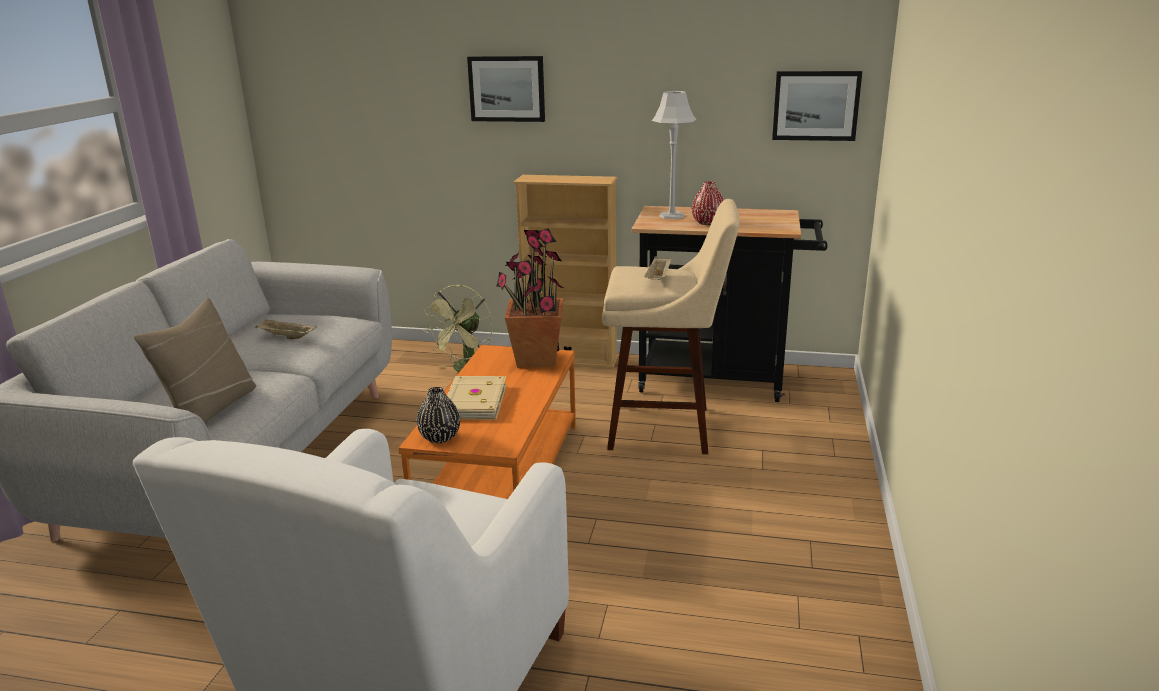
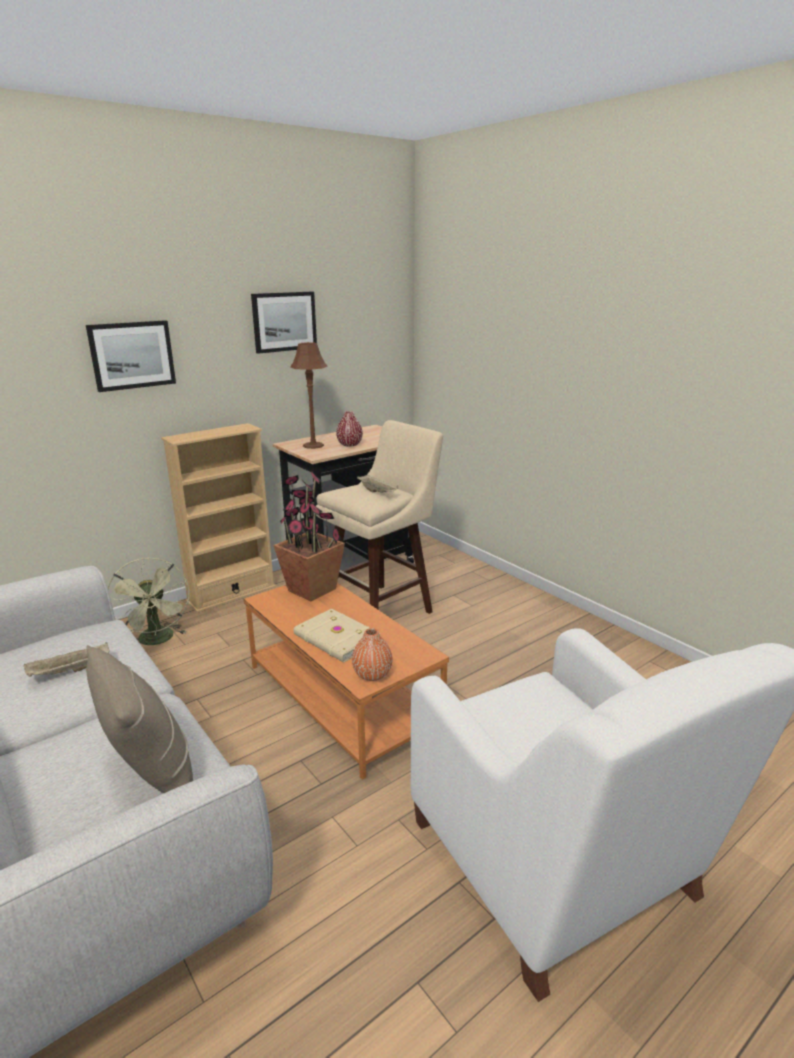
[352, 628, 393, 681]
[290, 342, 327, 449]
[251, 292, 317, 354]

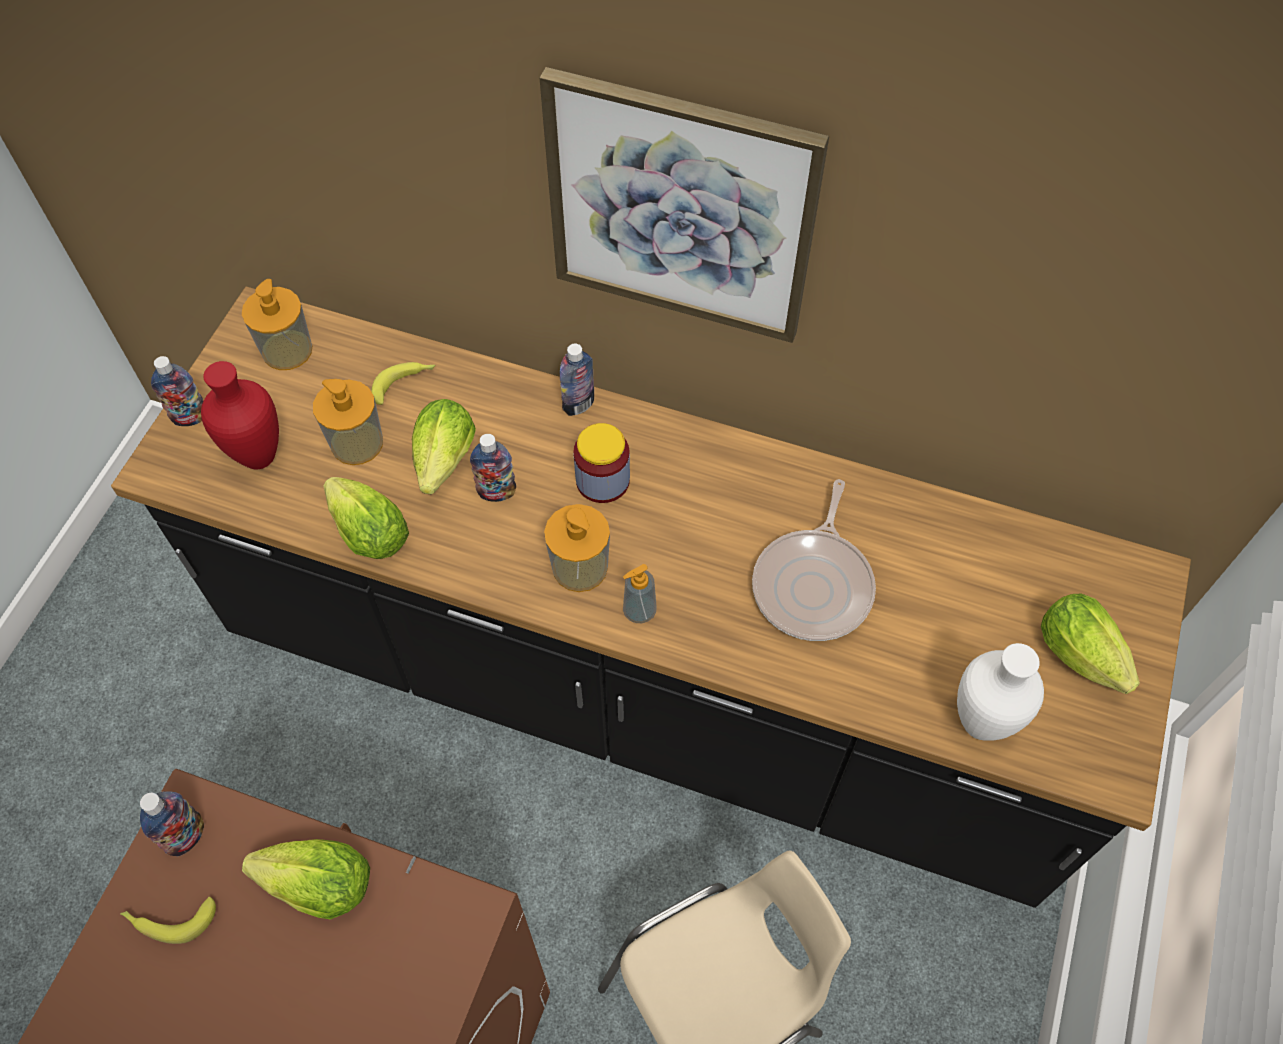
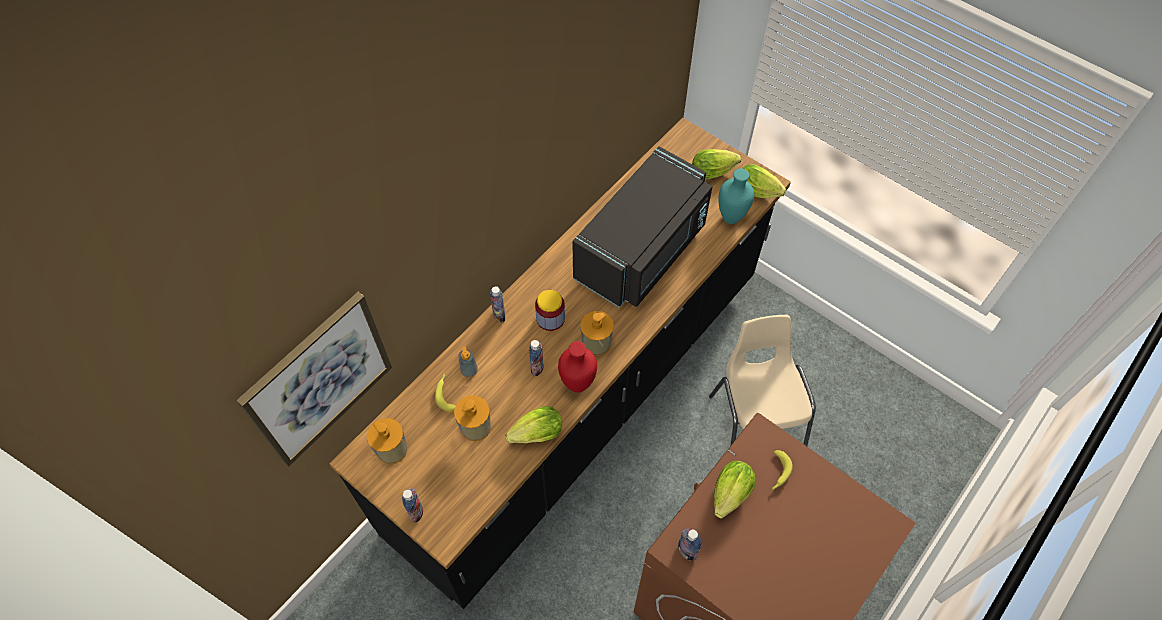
[772, 450, 793, 491]
[558, 341, 597, 393]
[742, 164, 786, 198]
[236, 292, 392, 467]
[458, 346, 478, 377]
[572, 146, 713, 308]
[718, 169, 754, 224]

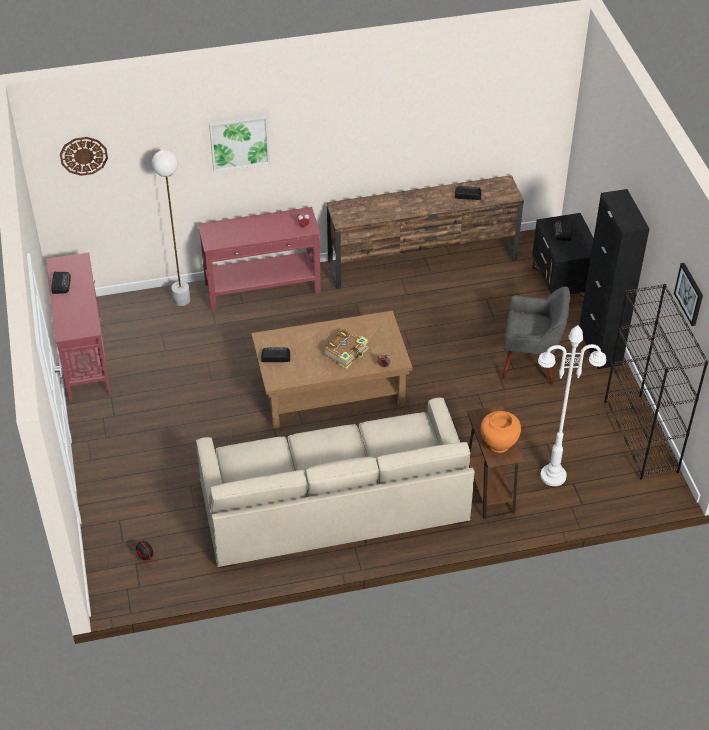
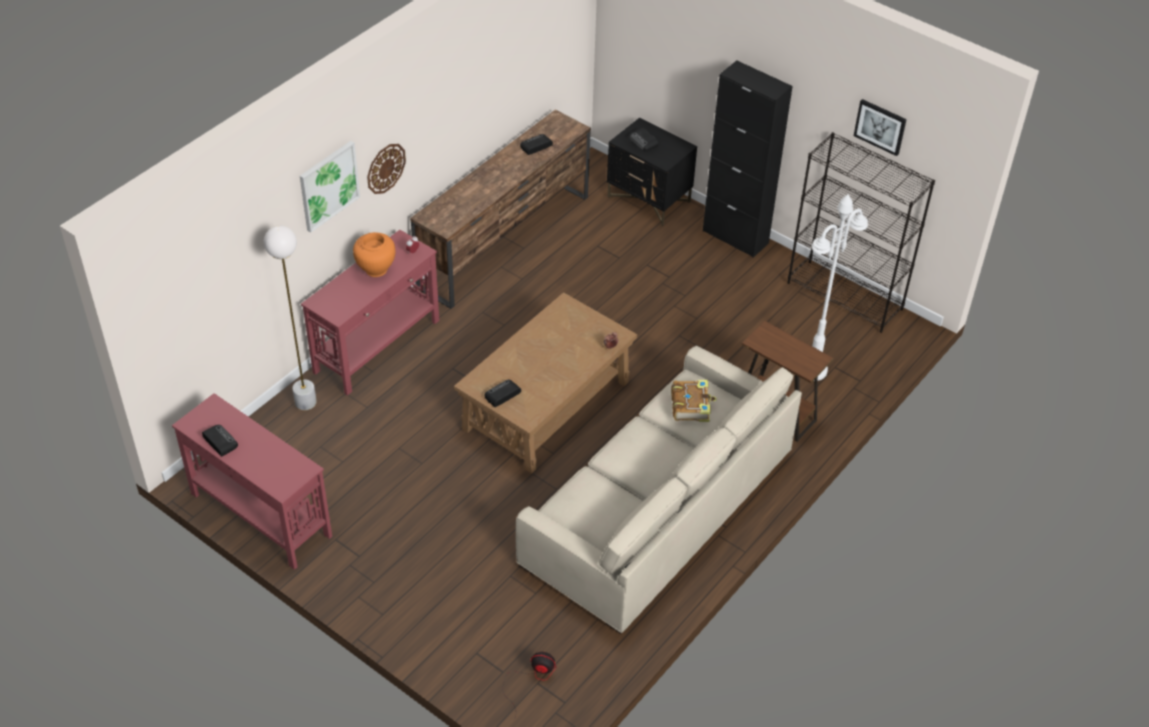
[367, 144, 406, 194]
[671, 380, 717, 422]
[353, 232, 396, 277]
[501, 286, 570, 385] (first image)

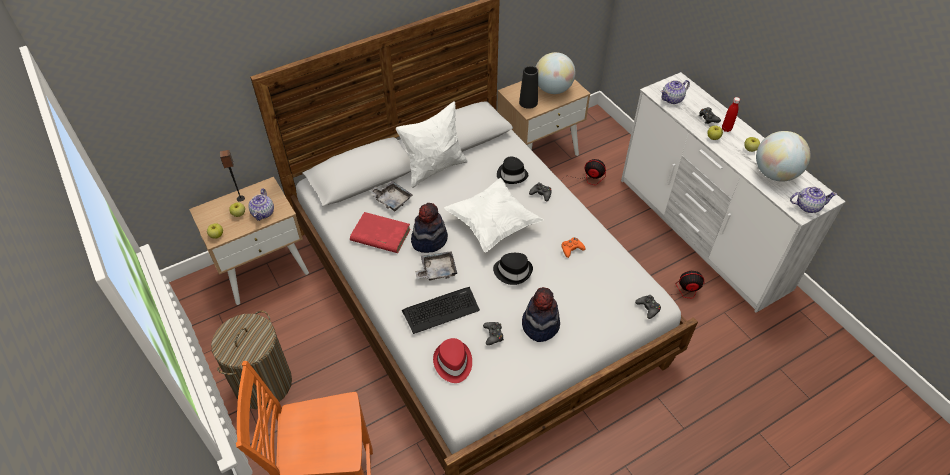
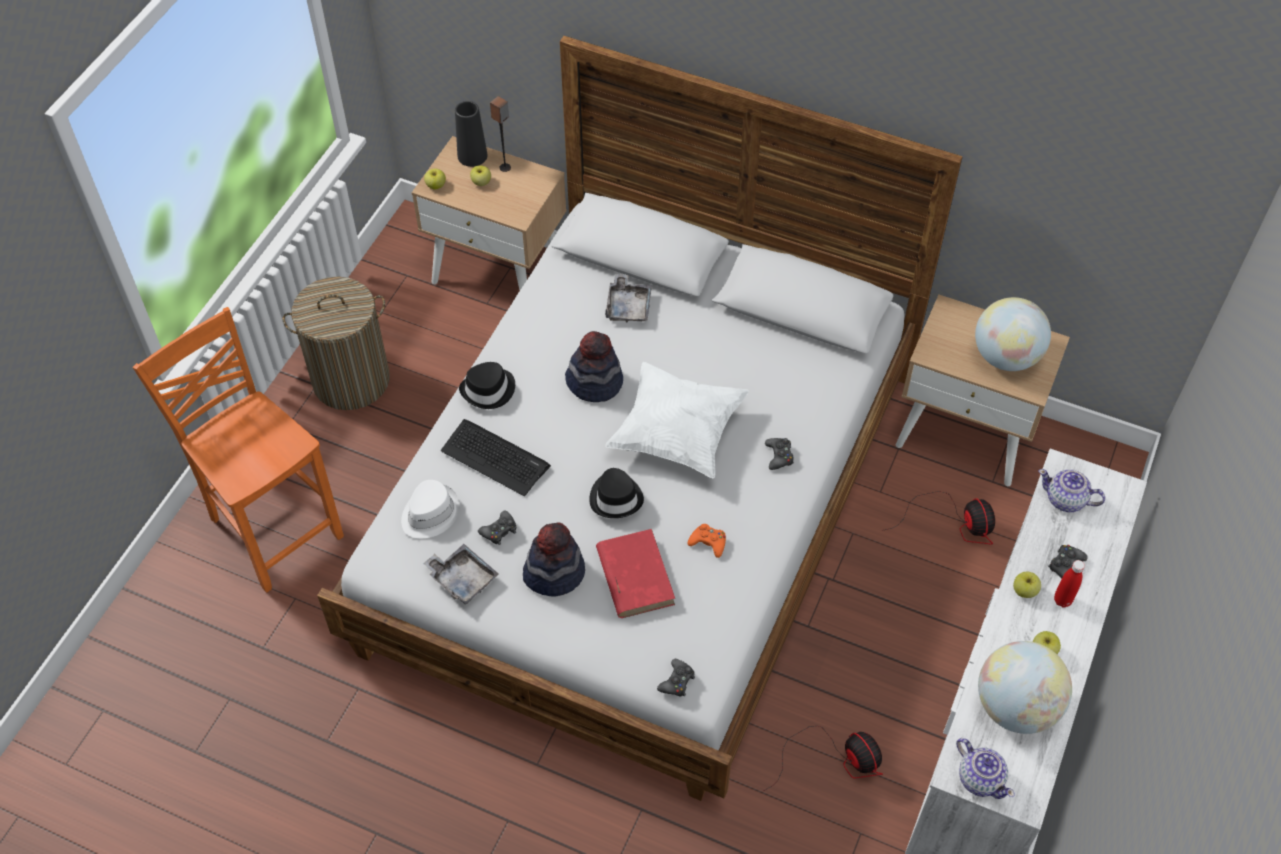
[248, 188, 274, 221] (first image)
[596, 529, 675, 618]
[396, 101, 468, 188] (first image)
[423, 544, 499, 604]
[401, 480, 460, 538]
[459, 362, 515, 409]
[455, 101, 488, 167]

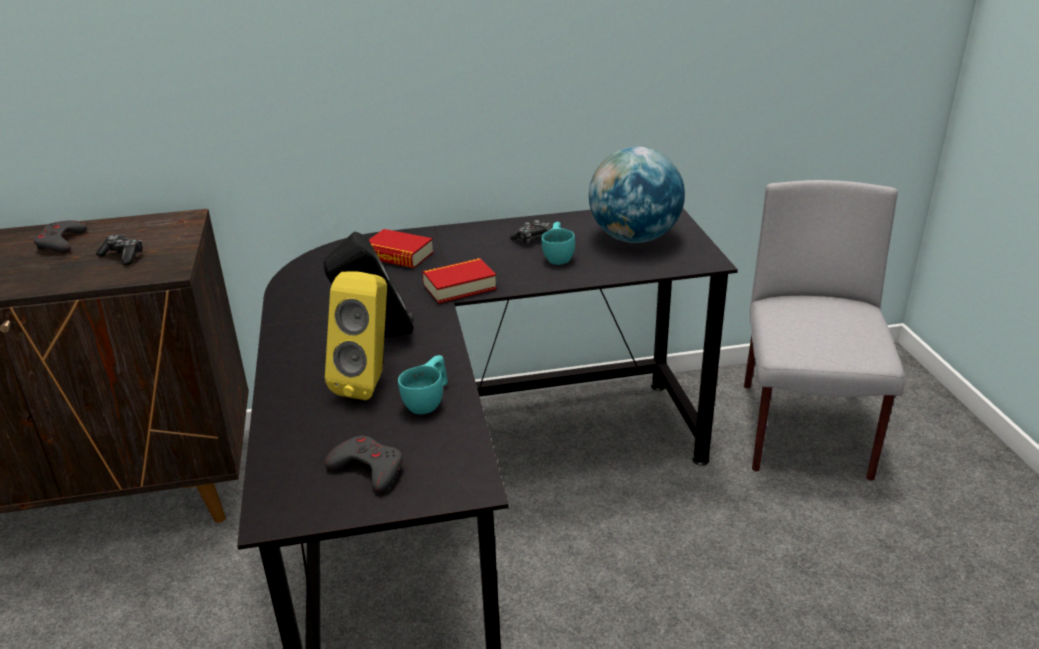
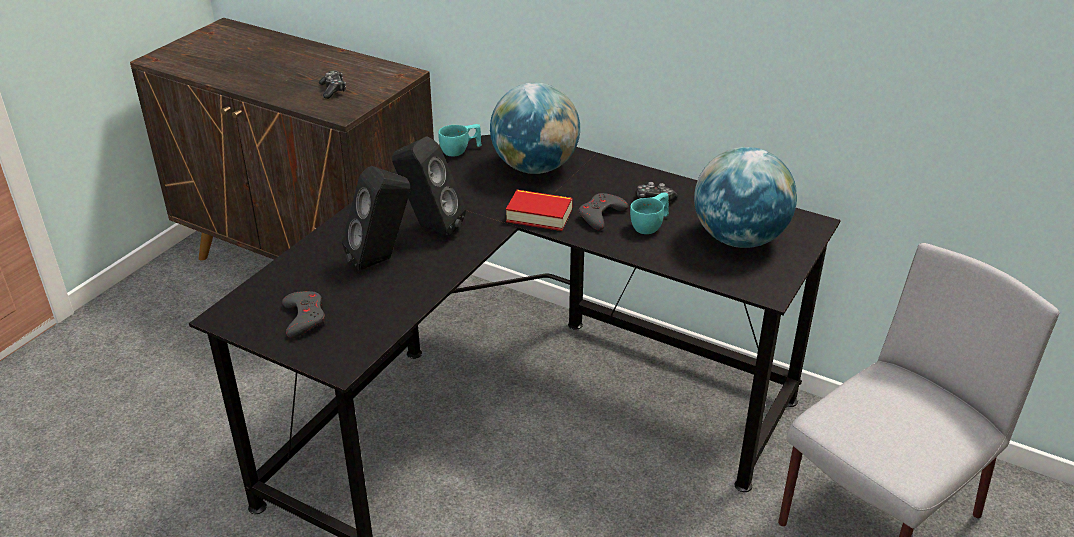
[579, 193, 629, 230]
[342, 166, 410, 271]
[490, 83, 580, 174]
[438, 124, 482, 156]

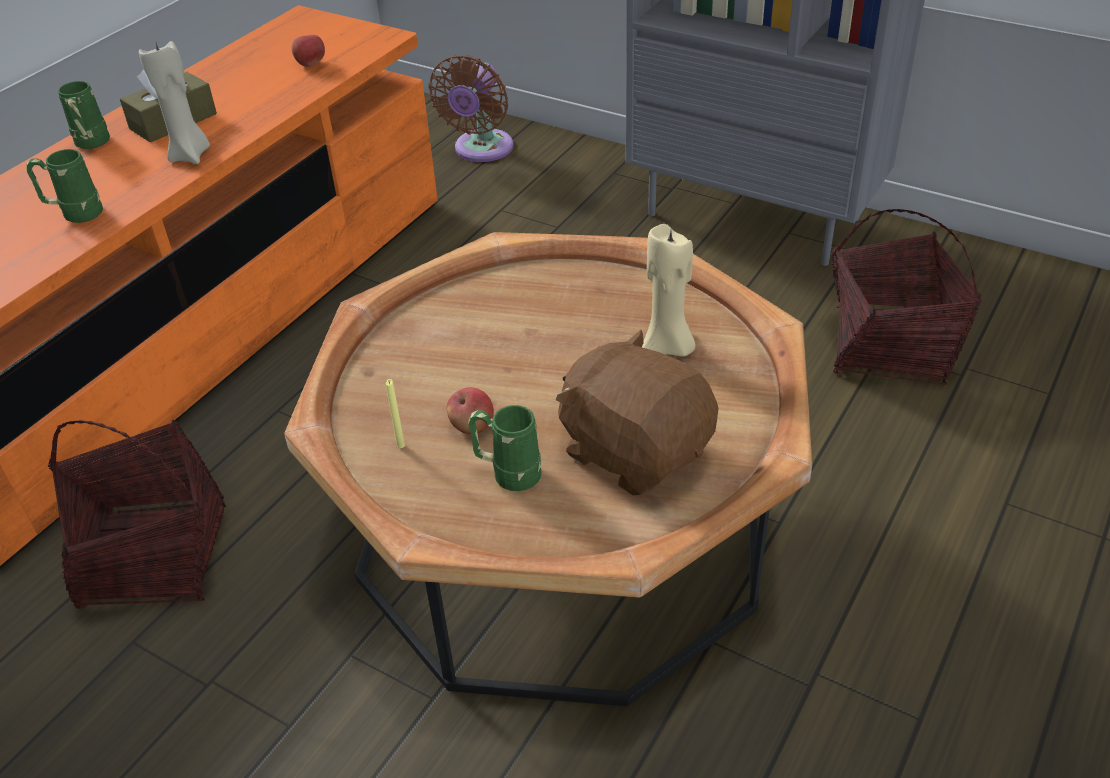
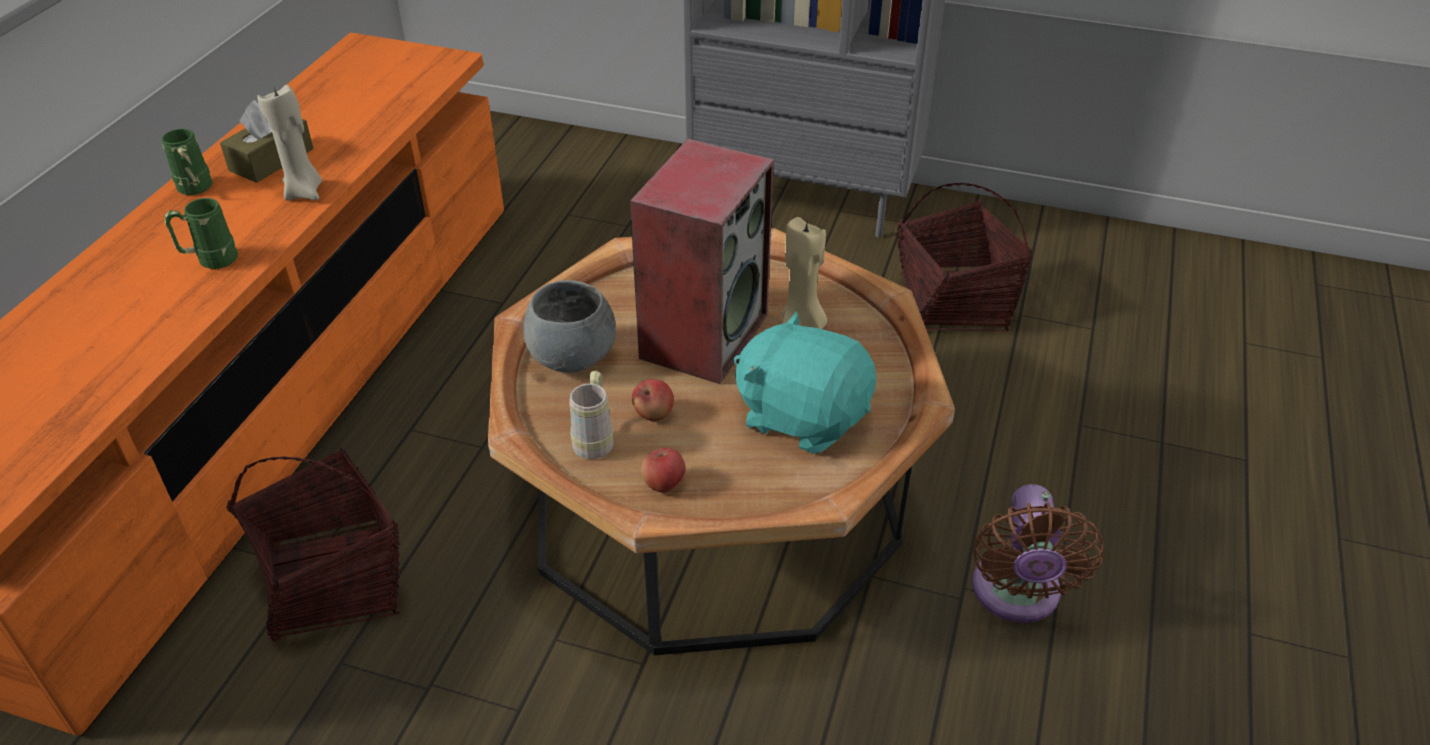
[641, 448, 686, 493]
[569, 370, 613, 459]
[972, 484, 1104, 623]
[469, 405, 541, 491] (first image)
[734, 311, 876, 454]
[523, 280, 616, 373]
[630, 139, 774, 384]

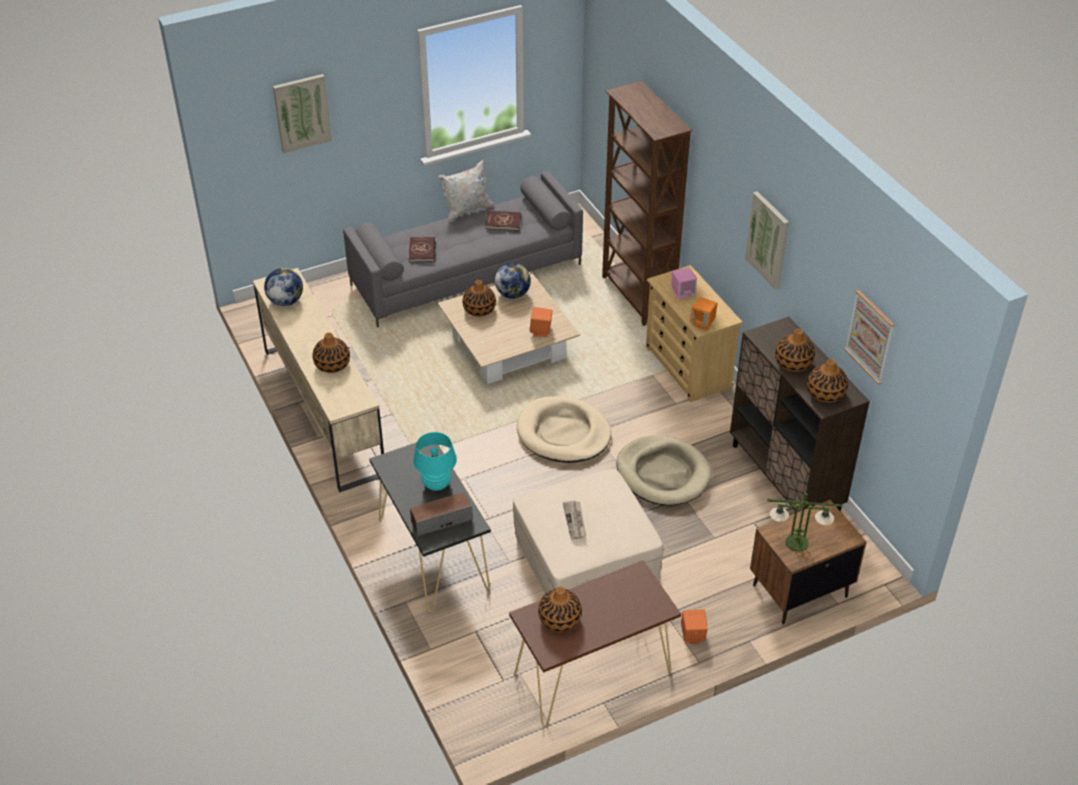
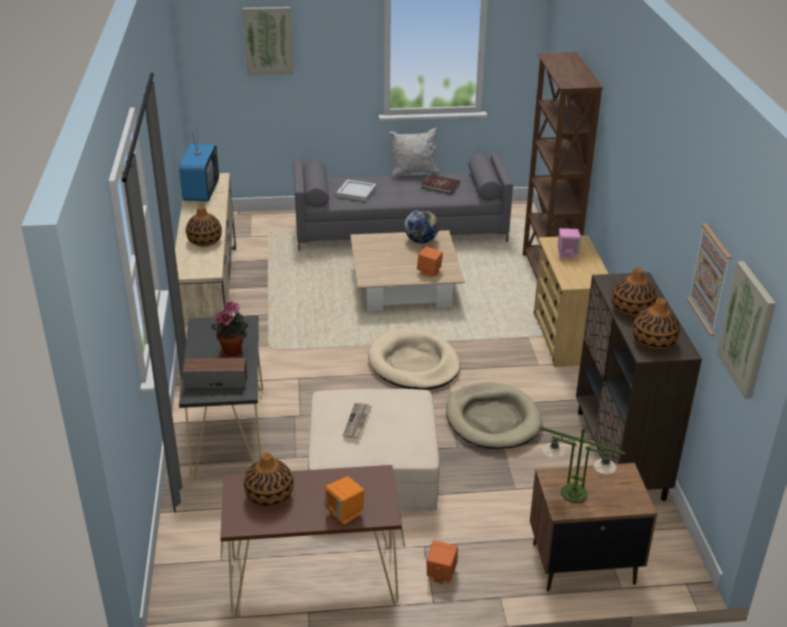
[179, 122, 219, 202]
[336, 179, 376, 201]
[211, 301, 248, 358]
[462, 280, 496, 317] (first image)
[325, 476, 364, 525]
[717, 261, 776, 399]

